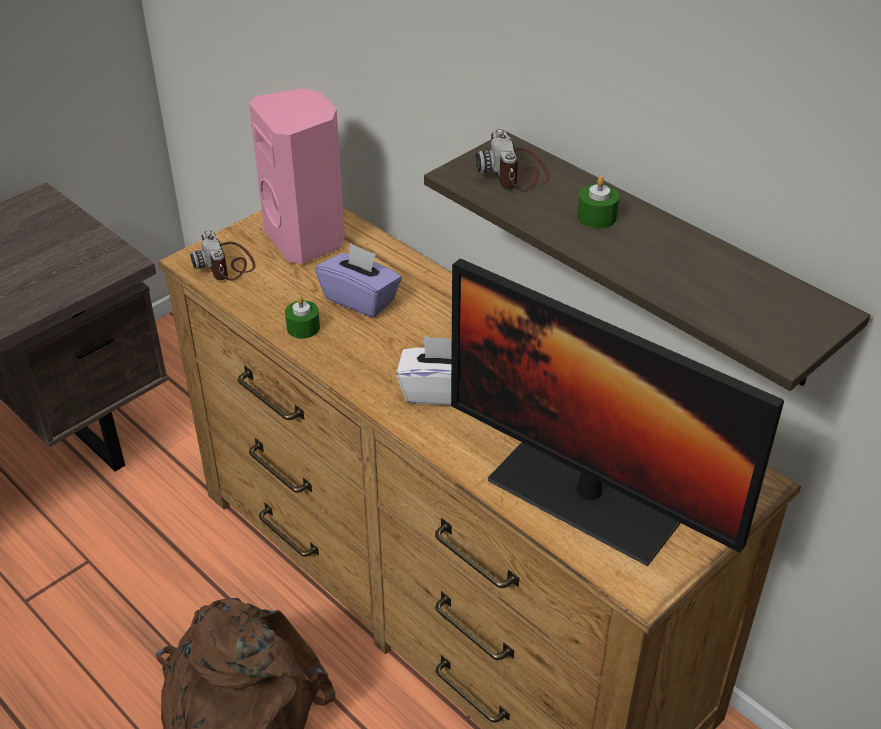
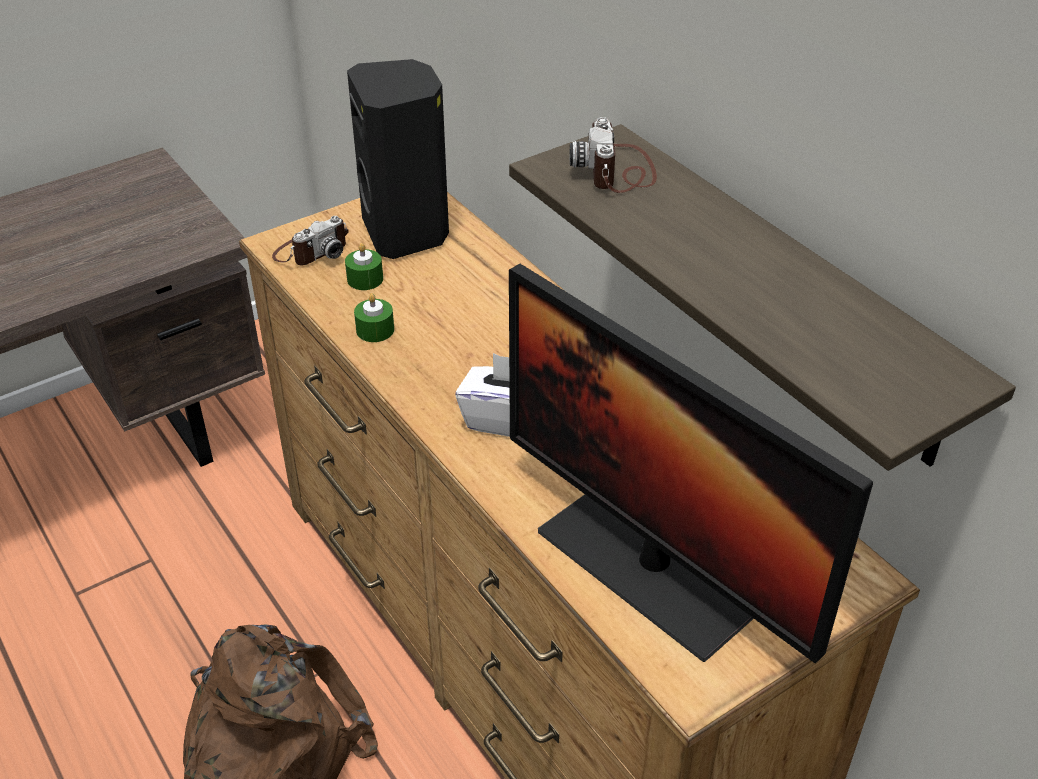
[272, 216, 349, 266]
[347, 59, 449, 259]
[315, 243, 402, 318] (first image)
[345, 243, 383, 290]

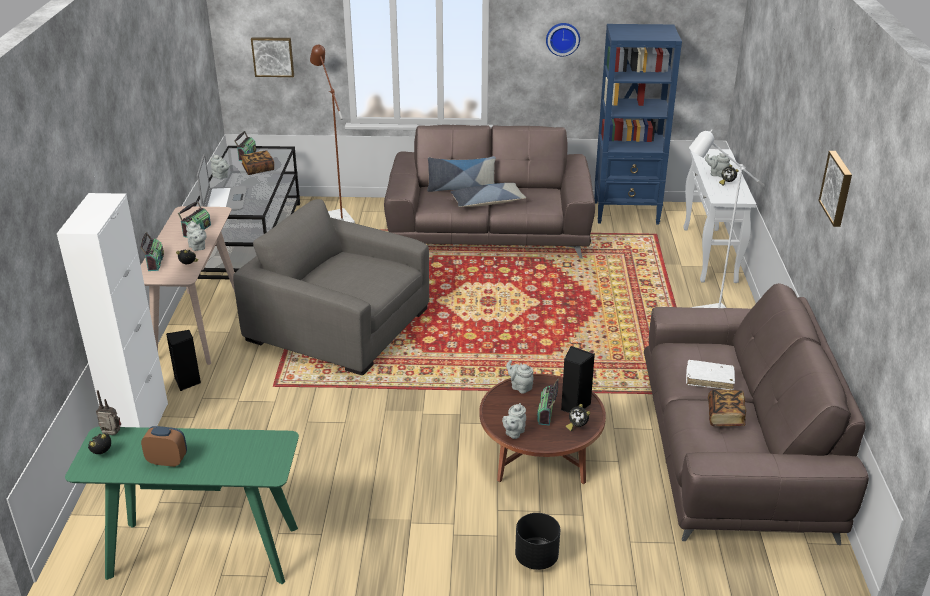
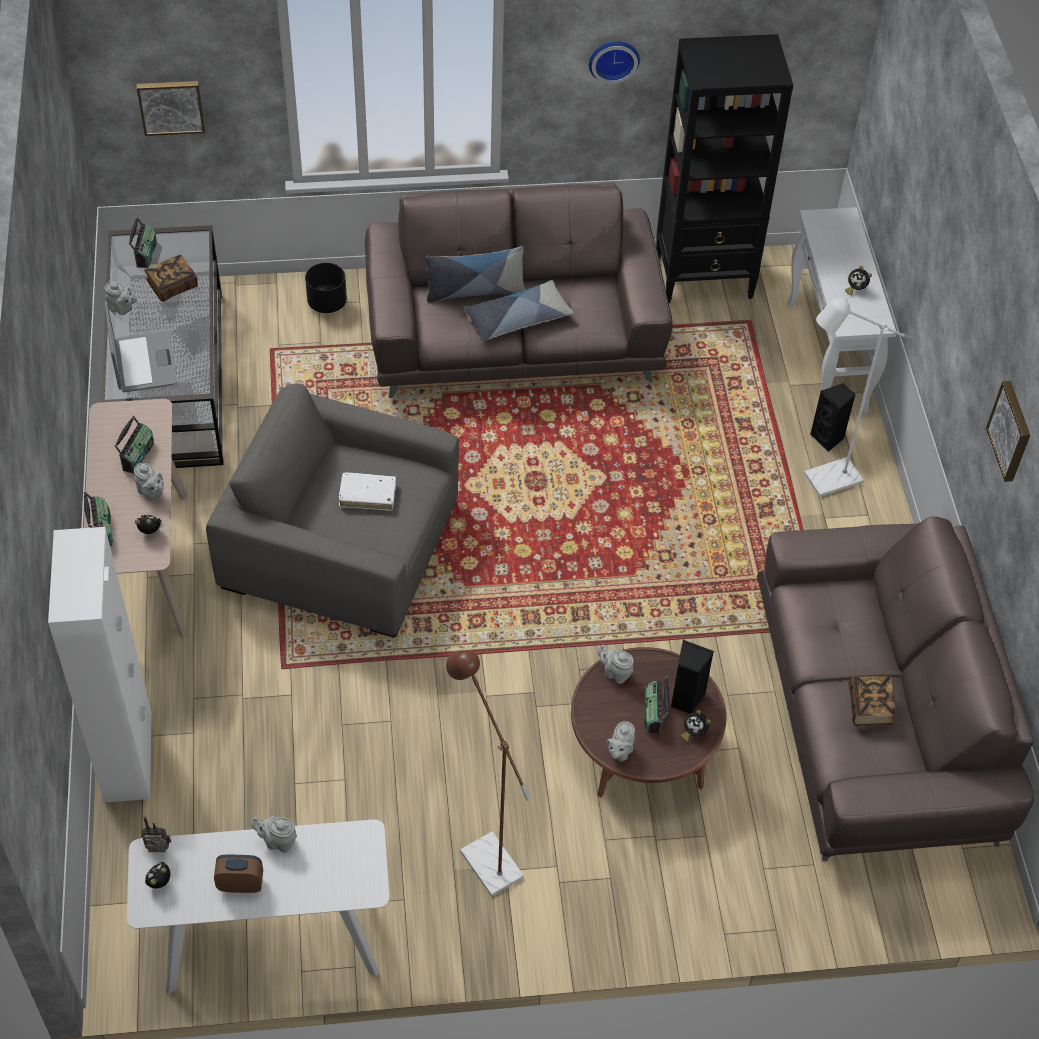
[127, 819, 389, 994]
[810, 383, 855, 452]
[446, 650, 531, 896]
[305, 263, 347, 313]
[656, 34, 793, 303]
[339, 472, 396, 511]
[251, 816, 297, 853]

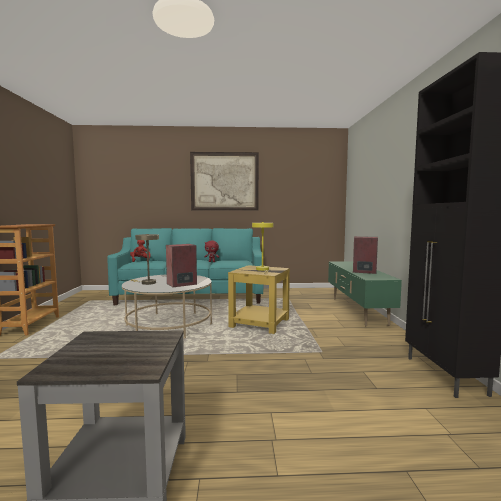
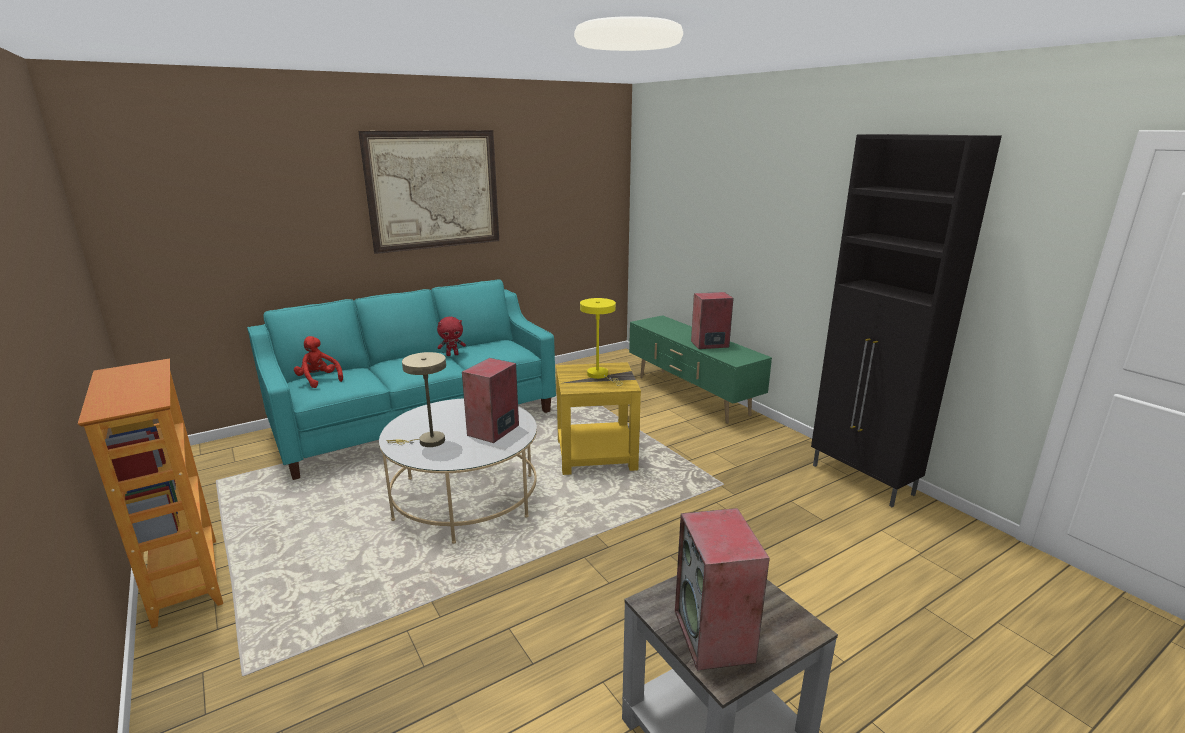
[675, 508, 770, 671]

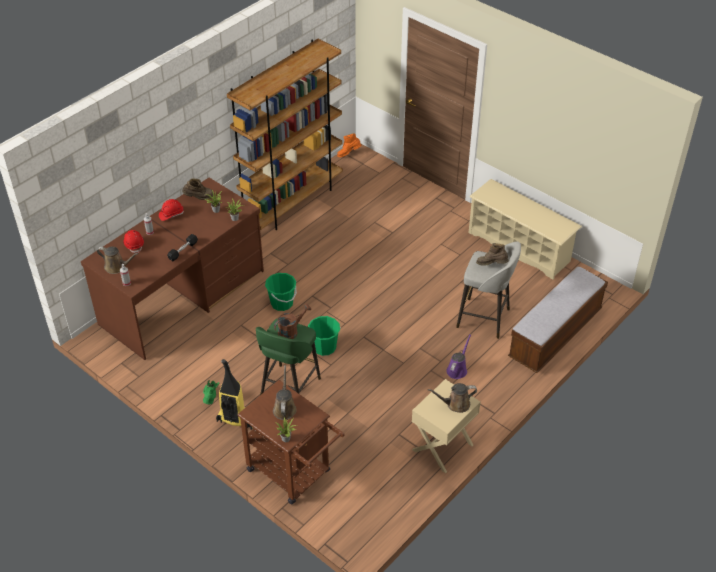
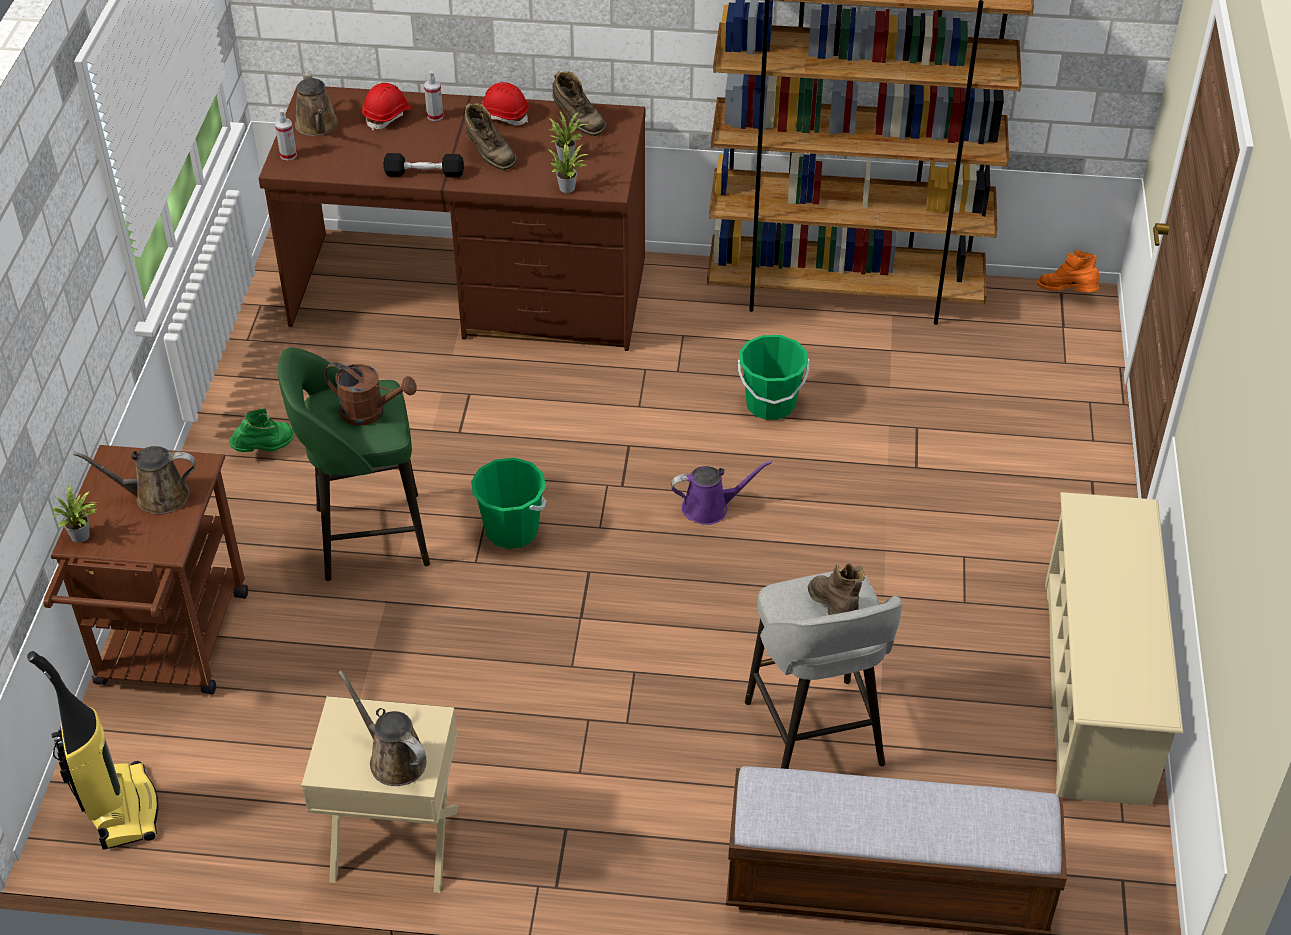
[27, 651, 159, 849]
[738, 335, 809, 420]
[73, 446, 196, 514]
[671, 461, 772, 525]
[464, 103, 517, 170]

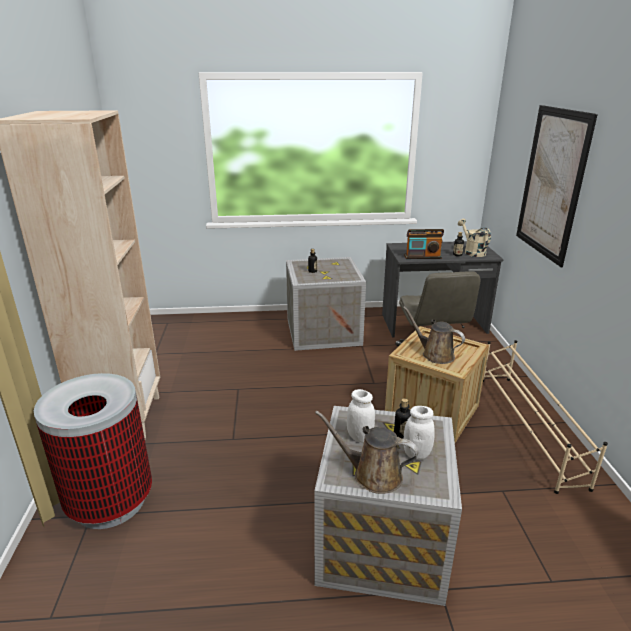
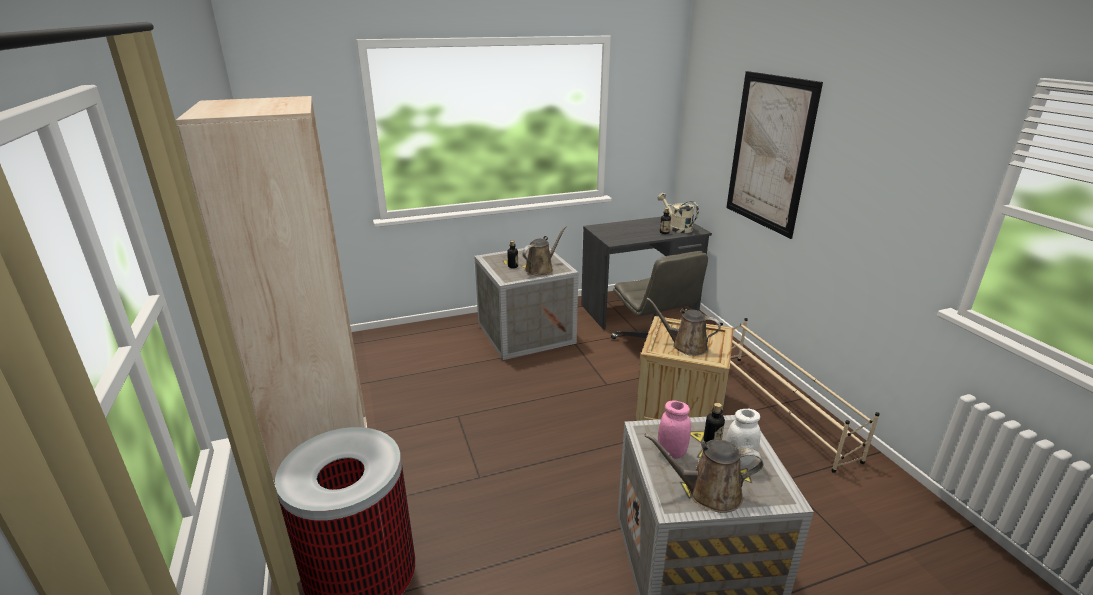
[658, 400, 691, 459]
[404, 229, 444, 259] (first image)
[522, 226, 567, 275]

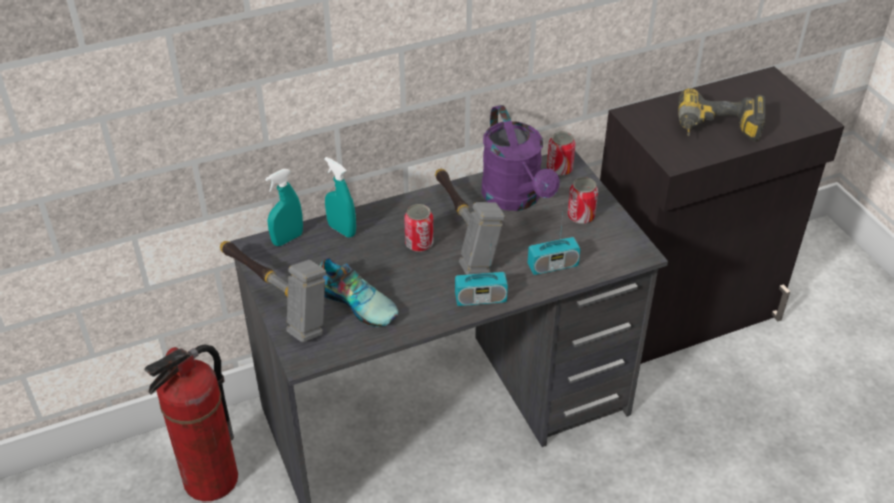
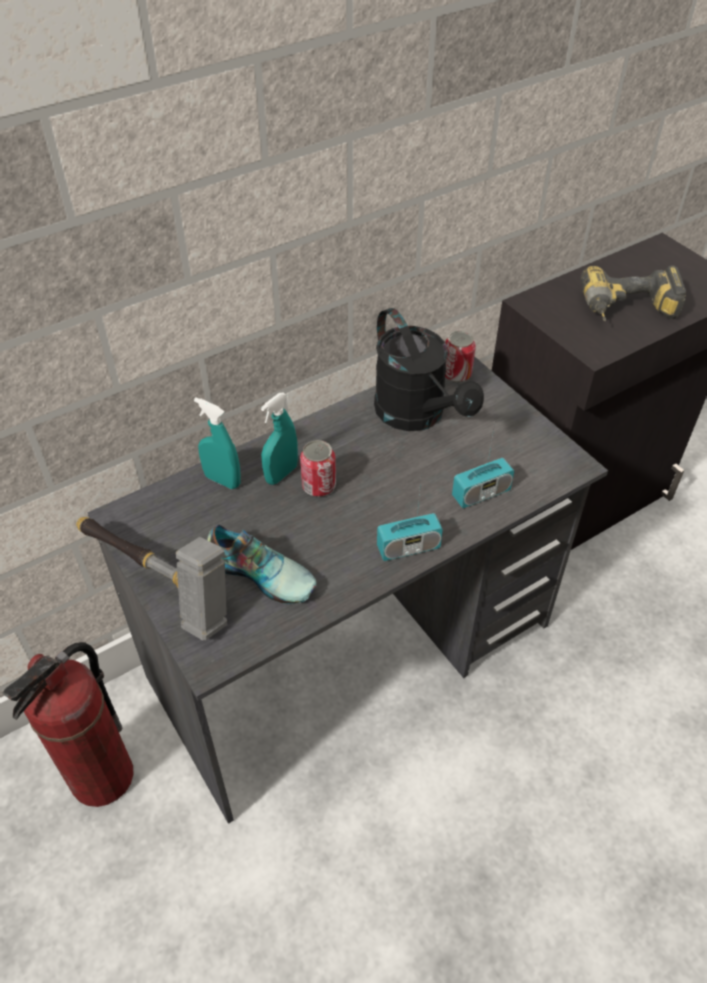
[261, 393, 298, 485]
[435, 169, 505, 275] (first image)
[374, 308, 484, 431]
[568, 177, 598, 224] (first image)

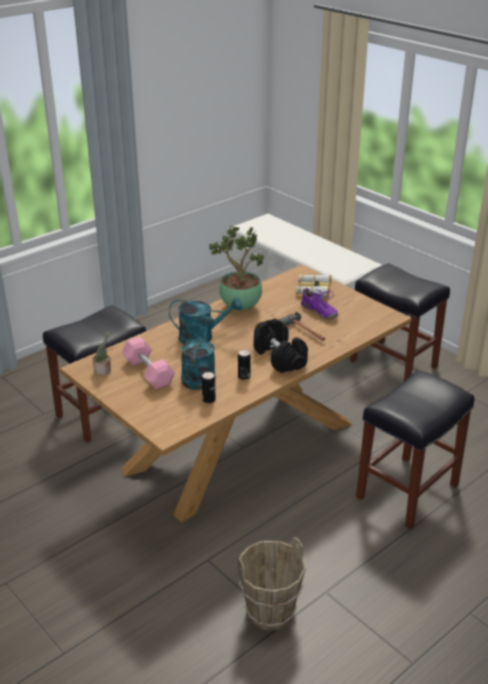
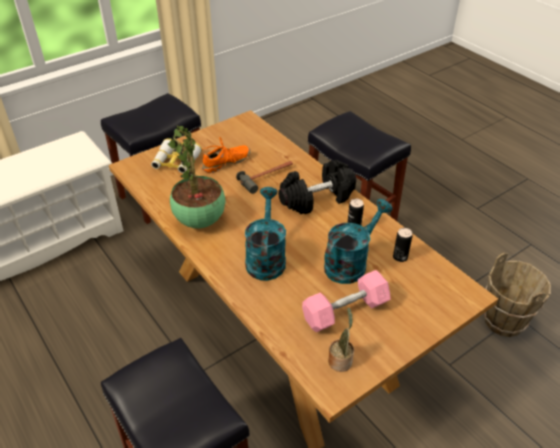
[324, 199, 393, 284]
[201, 137, 250, 173]

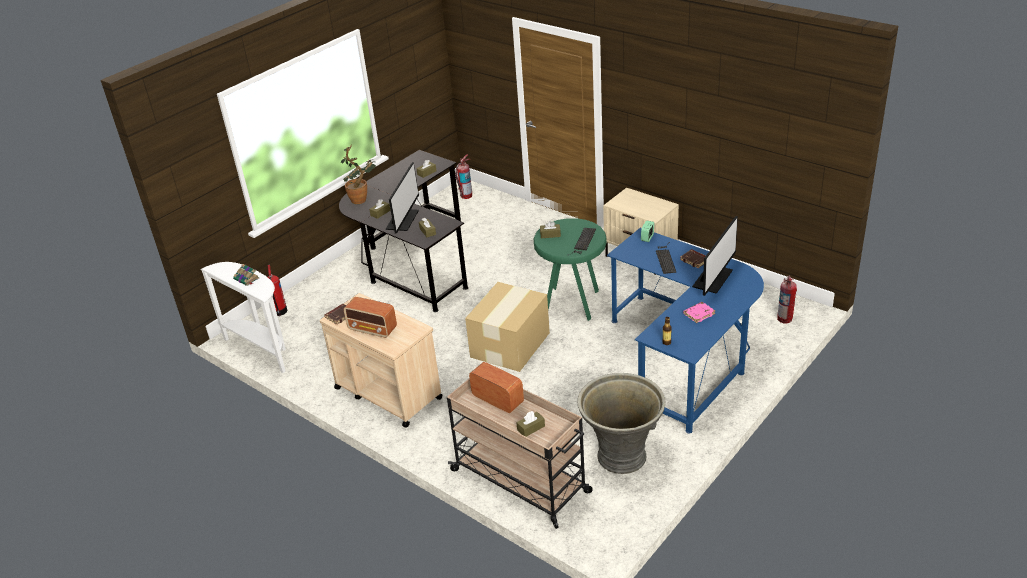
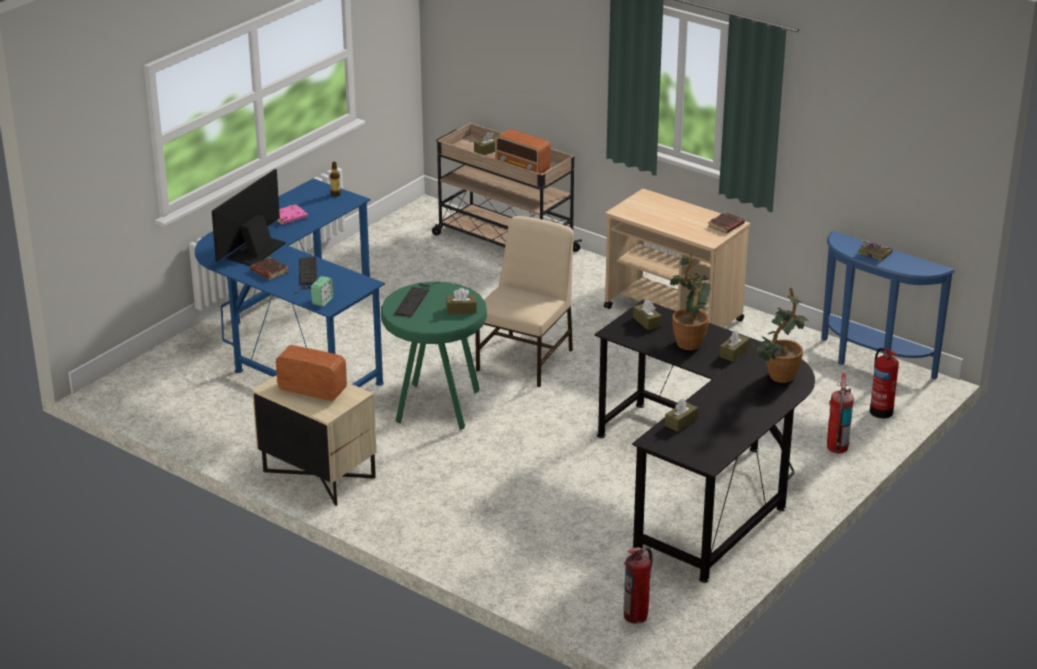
[821, 231, 955, 379]
[276, 345, 347, 401]
[670, 253, 712, 350]
[475, 216, 574, 387]
[577, 373, 665, 474] (first image)
[827, 373, 854, 453]

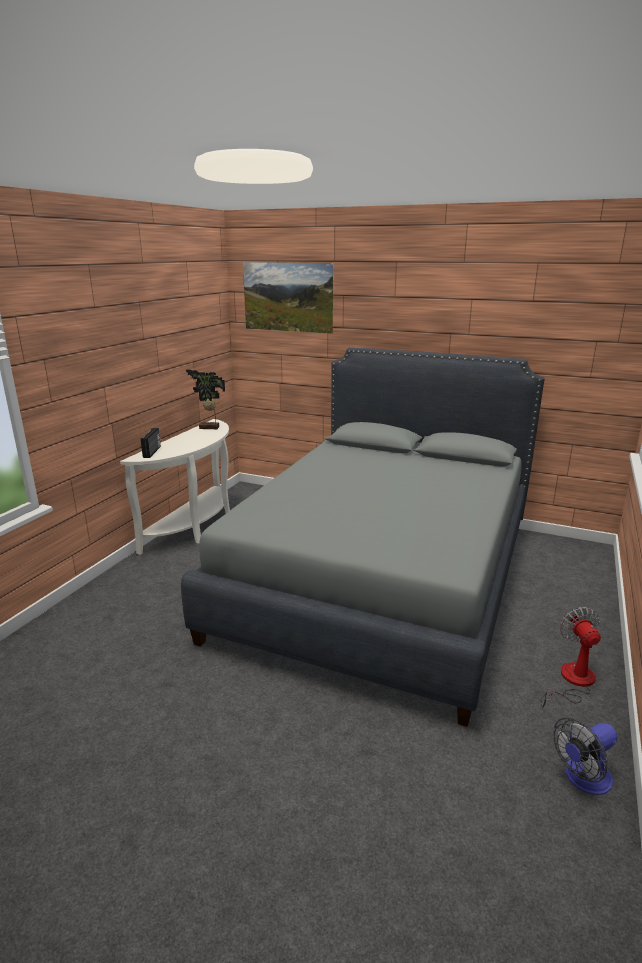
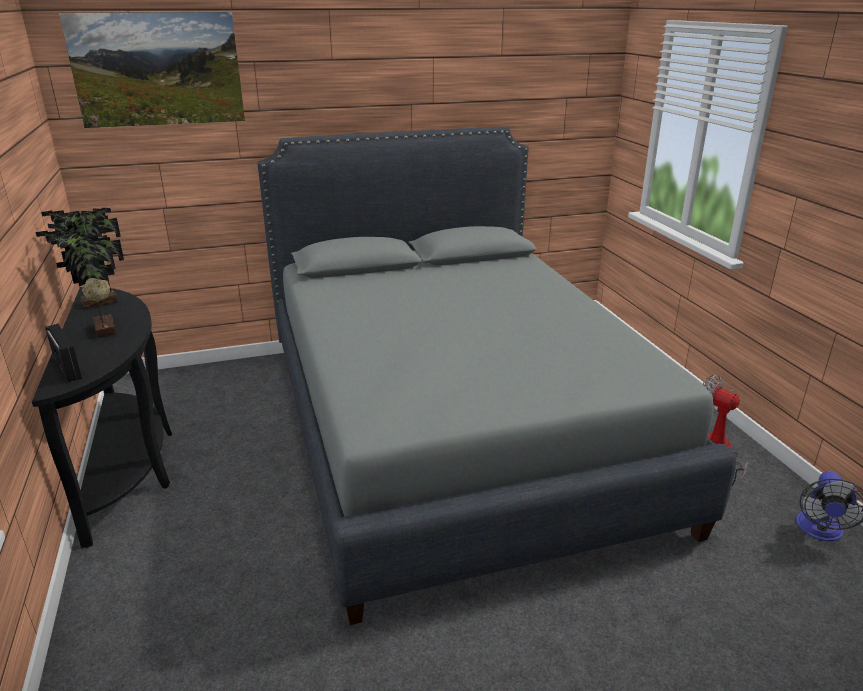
[32, 287, 172, 548]
[36, 221, 124, 338]

